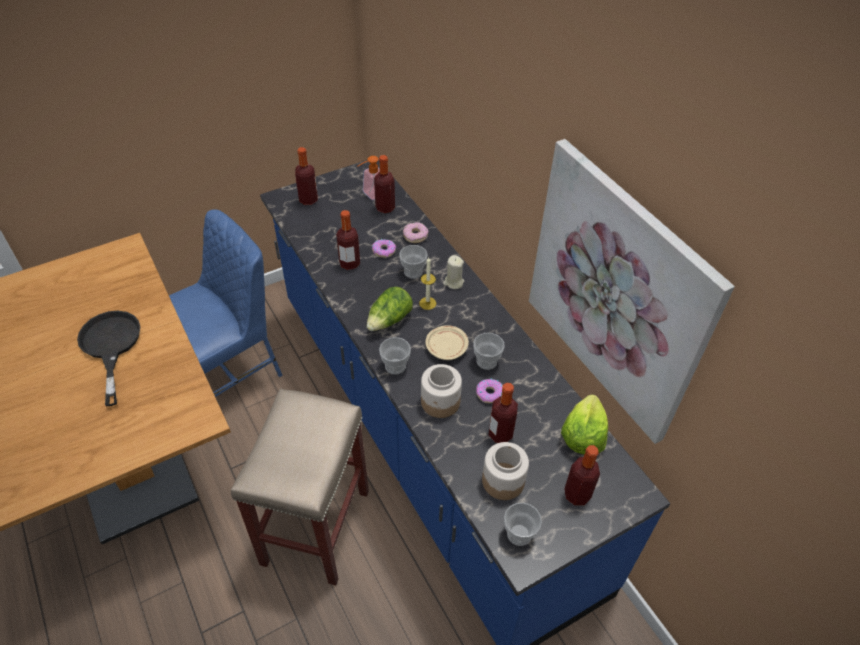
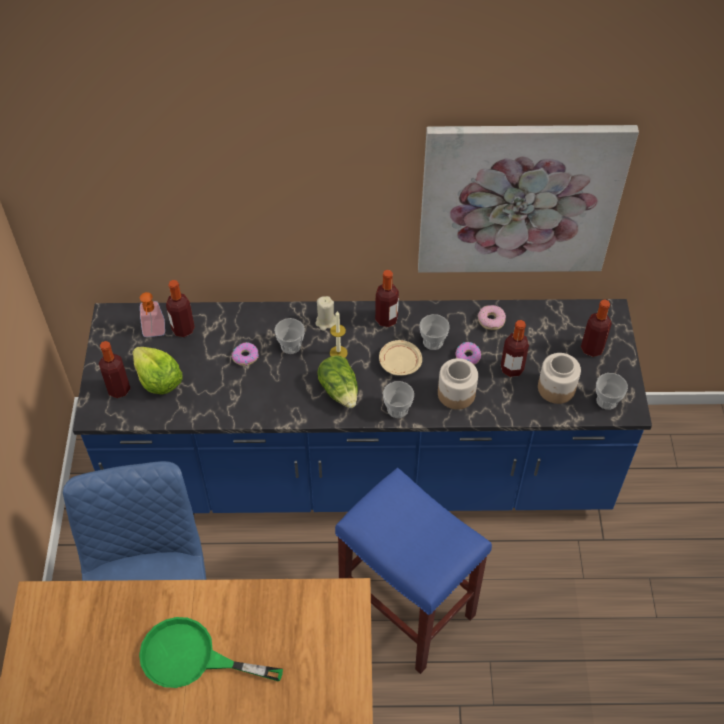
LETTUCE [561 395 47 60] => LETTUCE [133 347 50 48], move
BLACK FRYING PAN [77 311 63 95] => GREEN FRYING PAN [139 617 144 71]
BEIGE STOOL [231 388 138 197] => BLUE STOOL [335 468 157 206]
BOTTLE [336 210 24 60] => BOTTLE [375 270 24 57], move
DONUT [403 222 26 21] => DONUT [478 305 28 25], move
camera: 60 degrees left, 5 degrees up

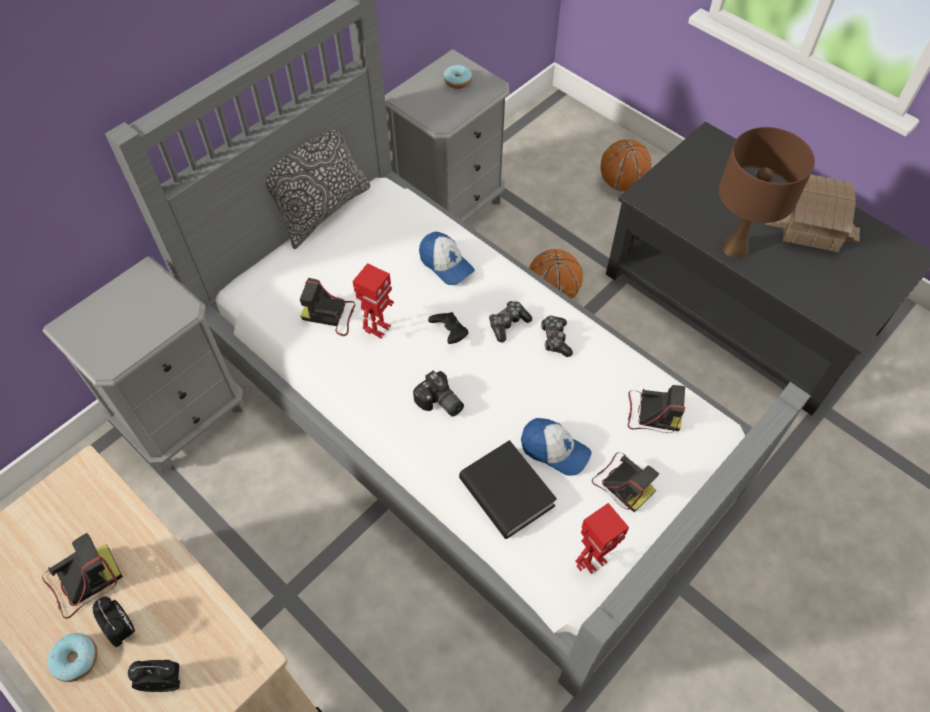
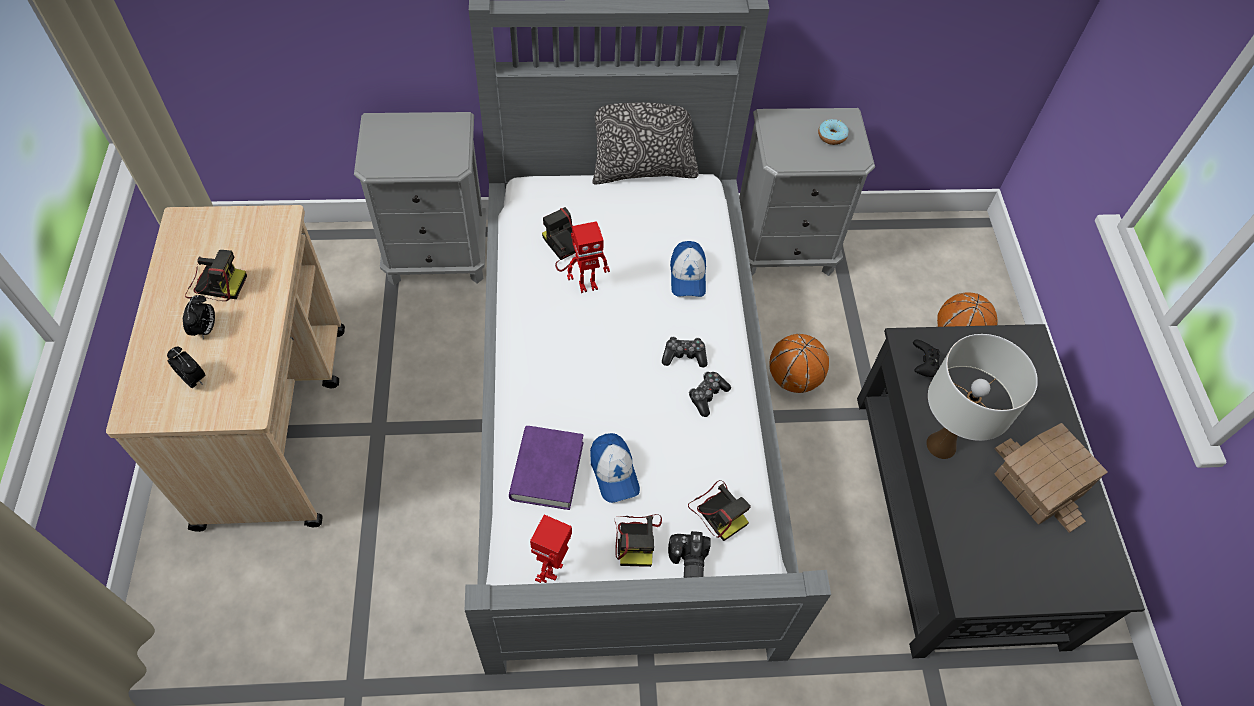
BLACK BOOK [459 440 98 99] => PURPLE BOOK [509 426 74 84]
TOY ROBOT [575 503 54 71] => TOY ROBOT [530 514 42 69], 105 degrees clockwise
PHOTO CAMERA [413 370 51 47] => PHOTO CAMERA [668 531 43 47], move
BLACK GAME CONTROLLER [428 312 40 32] => BLACK GAME CONTROLLER [913 340 27 37], move
BROWN TABLE LAMP [719 127 96 132] => WHITE TABLE LAMP [926 334 112 125]
DONUT [47 633 51 49] => nothing
camera: 40 degrees right, 0 degrees up

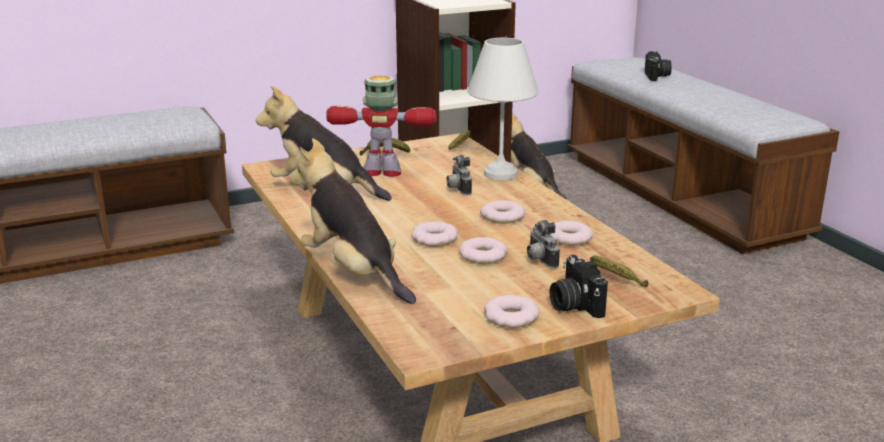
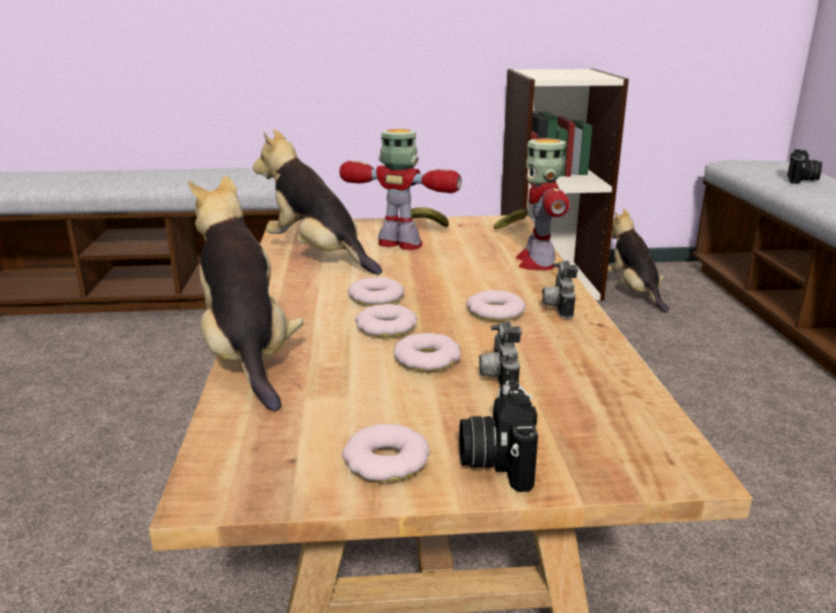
DONUT [551 221 42 25] => DONUT [348 277 56 29], move
WHITE TABLE LAMP [468 38 70 142] => TOY ROBOT [516 138 54 132]
PHOTO CAMERA [446 155 26 40] => PHOTO CAMERA [542 261 36 58], move
BANANA [590 255 58 32] => nothing
camera: 20 degrees right, 0 degrees up

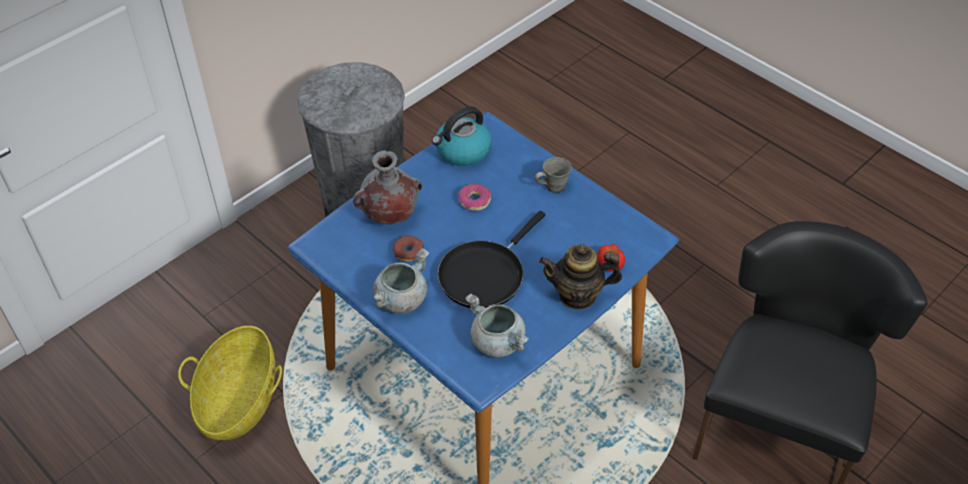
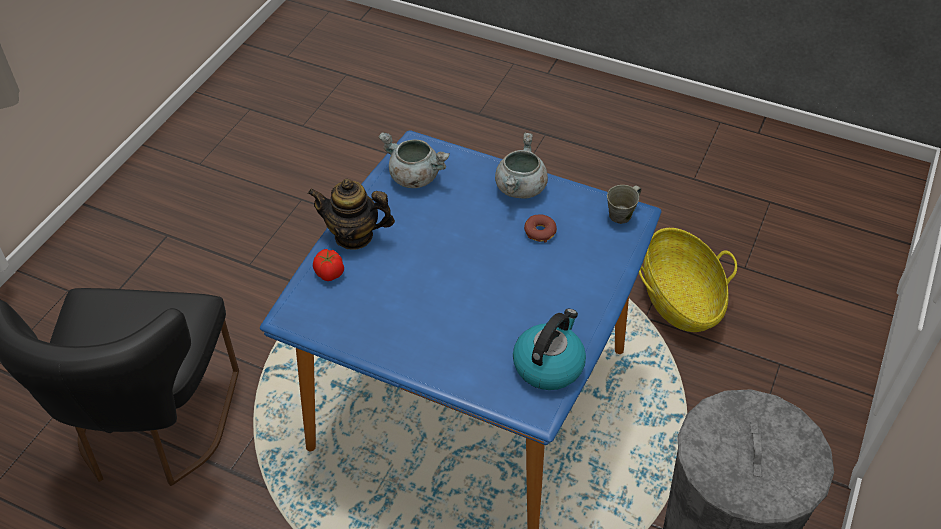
TEAPOT [539 244 83 66] => TEAPOT [308 178 87 72], 150 degrees counterclockwise
GREY MUG [535 157 37 36] => GREY MUG [607 185 34 39], move
GREY VASE [353 150 70 74] => nothing
BLACK FRYING PAN [438 211 107 97] => nothing
DONUT [458 183 33 28] => nothing
camera: 160 degrees right, 0 degrees up

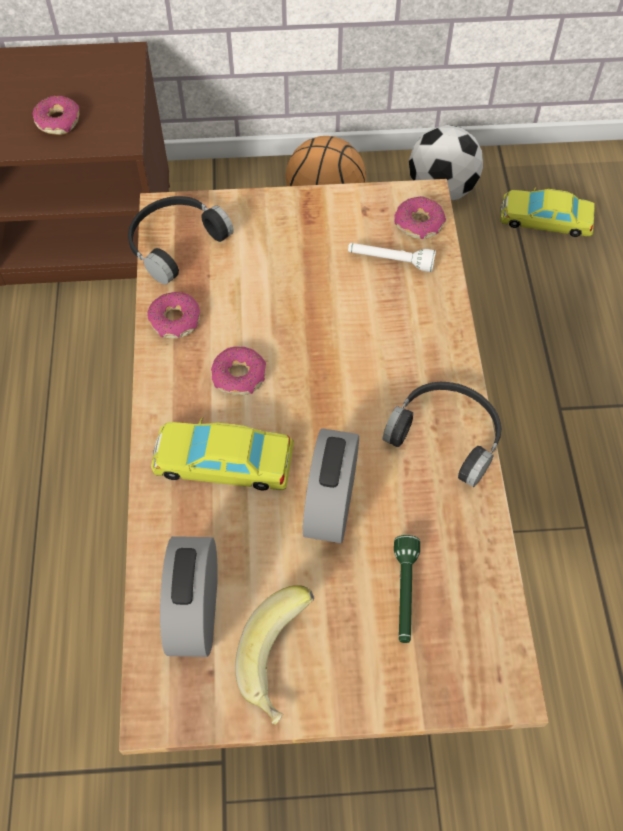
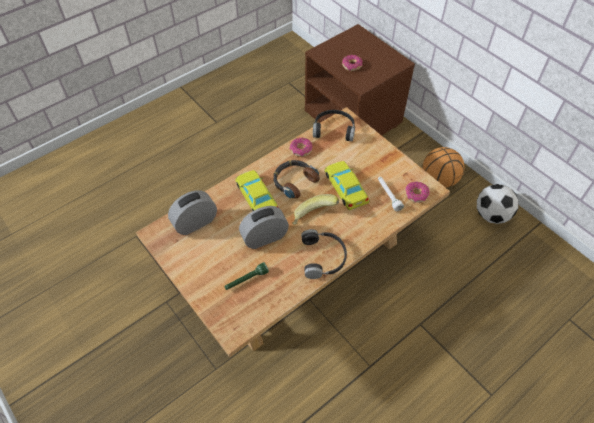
DONUT [211 347 55 49] => HEADPHONES [273 160 47 38]
BANANA [235 585 79 140] => BANANA [293 194 46 30], move
YELLOW TOY CAR [500 187 95 50] => YELLOW TOY CAR [324 161 46 49], move
camera: 55 degrees right, 5 degrees down

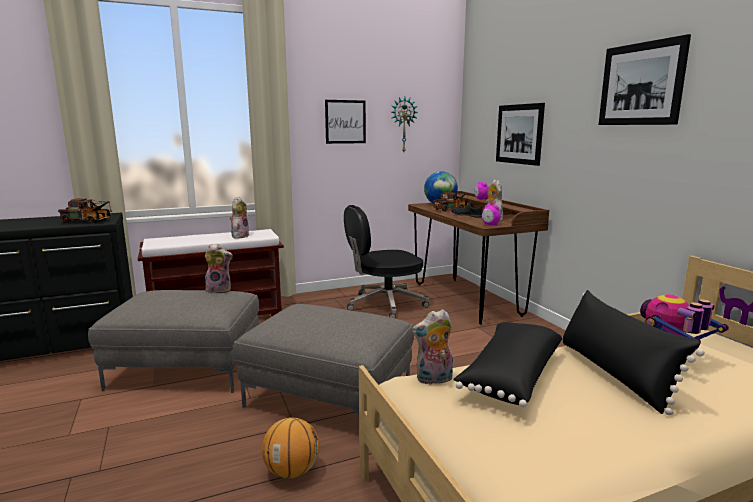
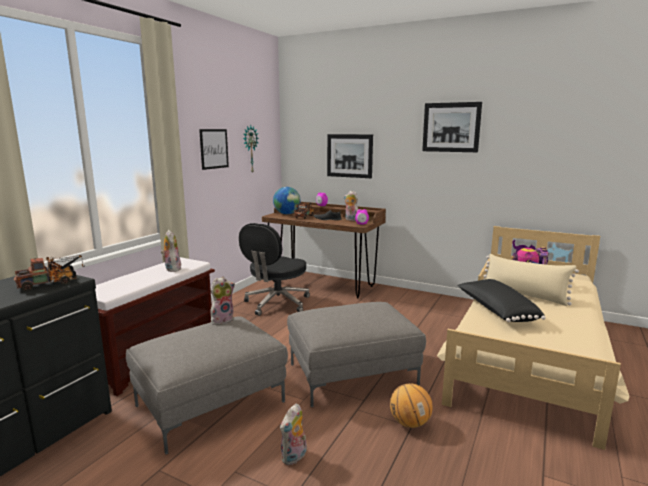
PLUSH TOY [412 309 41 76] => PLUSH TOY [280 404 26 61], move
BLACK PILLOW [562 290 143 125] => BEIGE PILLOW [483 254 96 52]
camera: 40 degrees left, 0 degrees up

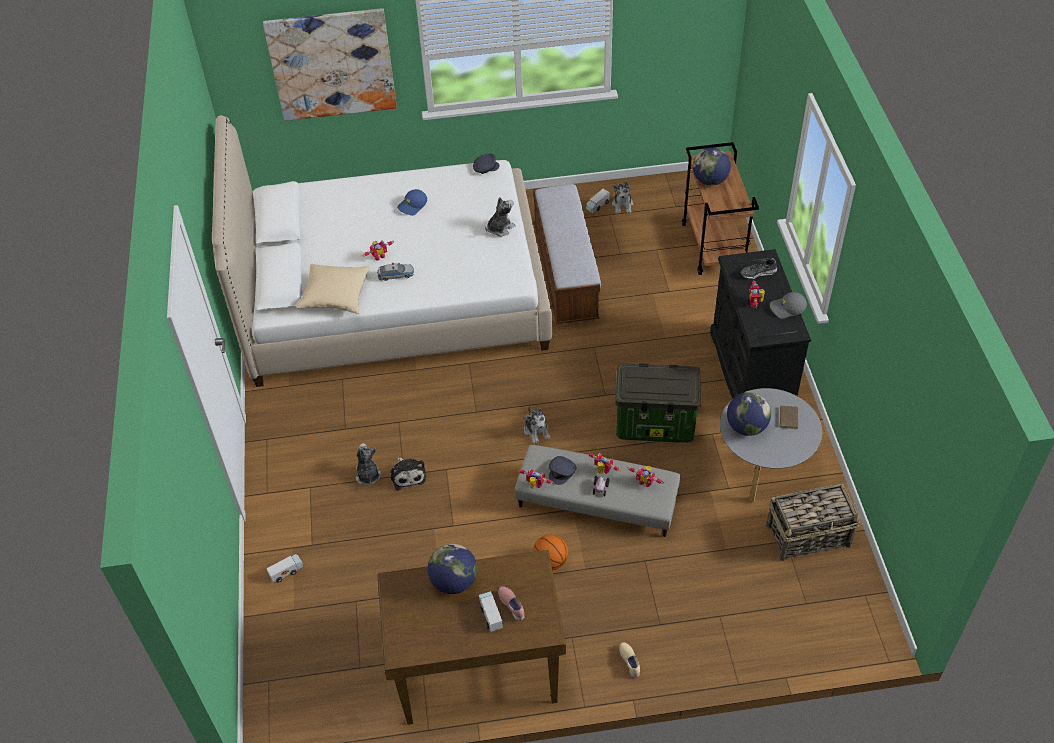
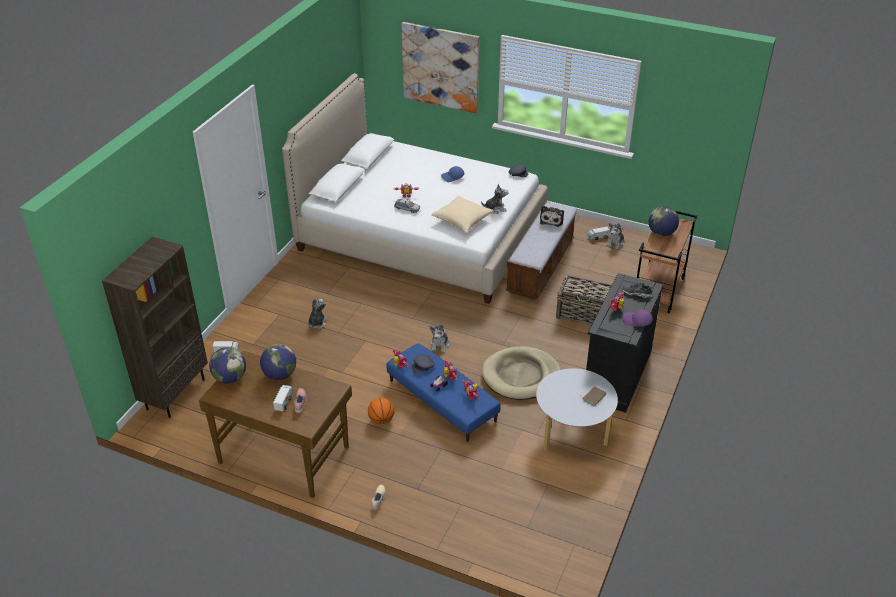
nothing => BROWN BOOKCASE [102 237 106 181]
GLOBE [727 392 44 44] => GLOBE [209 347 37 37], move
GREY OTTOMAN [515 445 166 92] => BLUE OTTOMAN [386 343 115 99]
BEIGE PILLOW [297 264 73 50] => BEIGE PILLOW [431 196 63 37], move
STORAGE BOX [615 363 86 80] => BEIGE DOG BED [482 346 79 54]
PLUSH TOY [390 457 36 33] => PLUSH TOY [540 206 24 21], move
BASKET [766 484 94 77] => BASKET [556 275 56 50], move
GREY CAP [770 292 37 27] => PURPLE CAP [623 310 30 17]
camera: 30 degrees right, 10 degrees down

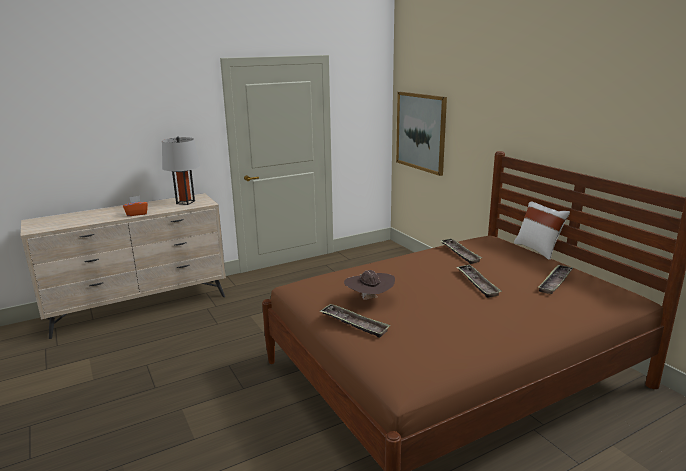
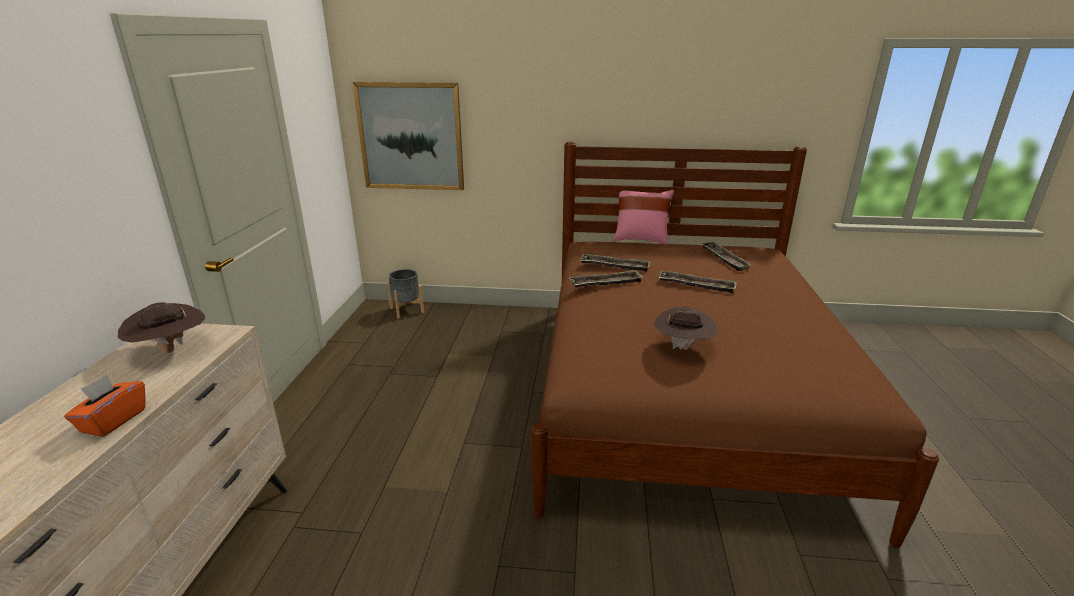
GREY TABLE LAMP [162 137 38 68] => BROWN HAT [118 302 87 51]
nothing => GREY PLANTER [387 269 37 50]
TRAY [320 304 71 34] => TRAY [569 270 74 17], move
WHITE PILLOW [514 201 56 59] => PINK PILLOW [613 190 61 54]
camera: 55 degrees left, 5 degrees up

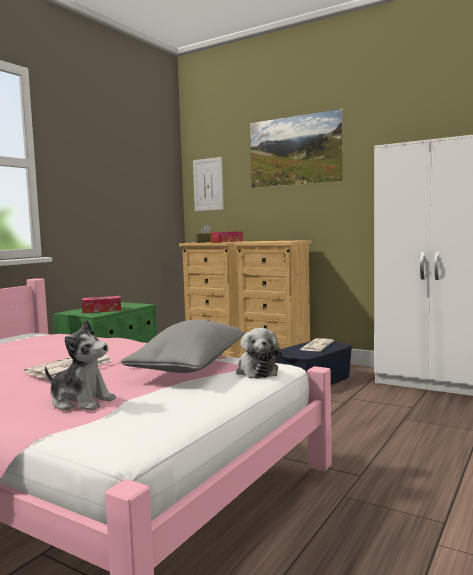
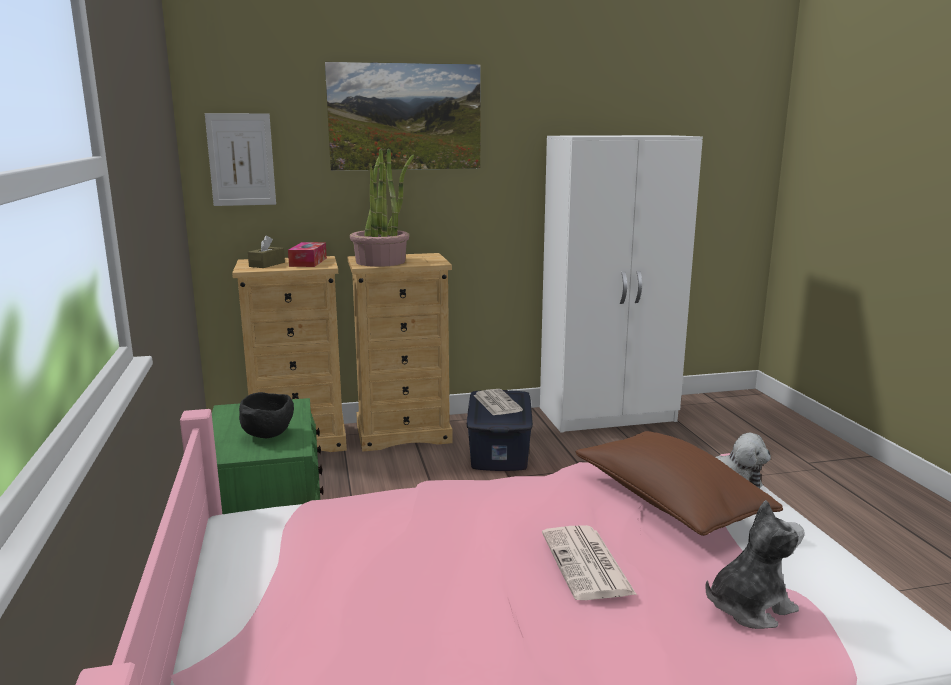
TISSUE BOX [82 296 39 17] => BLACK BOWL [239 392 55 46]
nothing => POTTED PLANT [350 148 64 119]
GREY PILLOW [121 319 124 54] => BROWN PILLOW [576 431 207 105]
camera: 45 degrees left, 10 degrees up

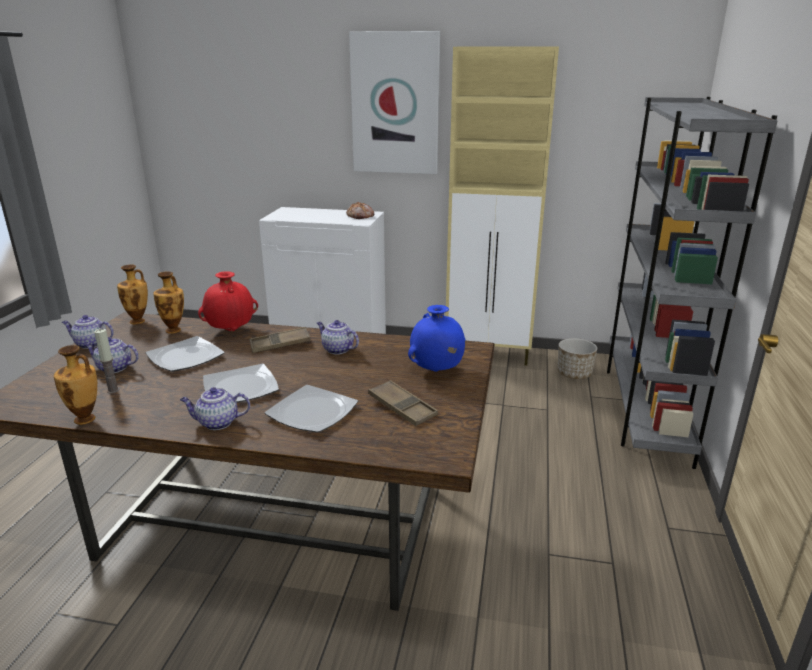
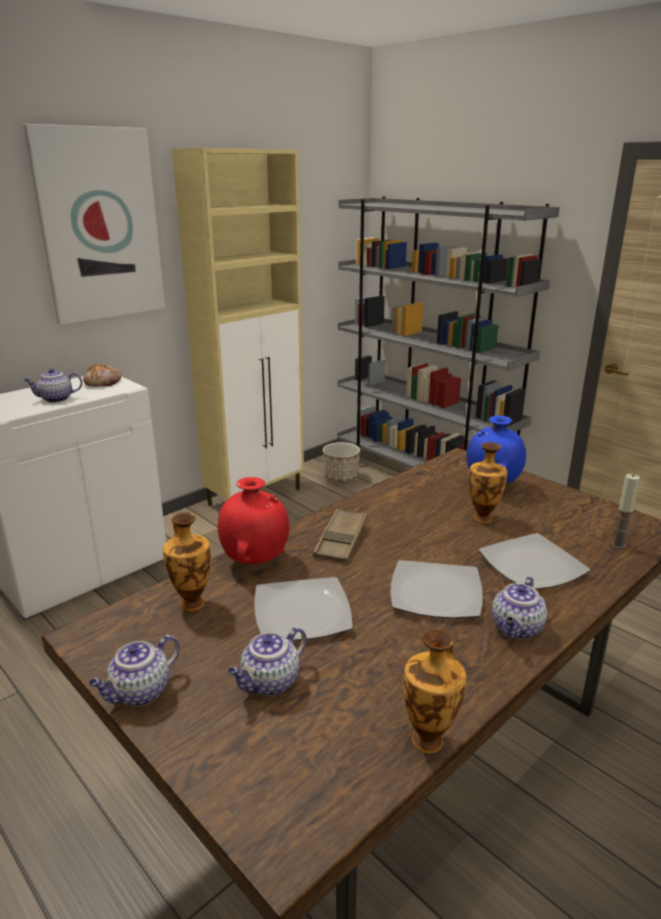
TEAPOT [317 320 42 35] => TEAPOT [24 368 59 35], move
VASE [117 264 31 60] => VASE [469 442 39 81], move
CANDLE [94 329 26 65] => CANDLE [611 474 29 75], move
BROWN TRAY [368 380 70 46] => nothing
camera: 55 degrees left, 0 degrees up

